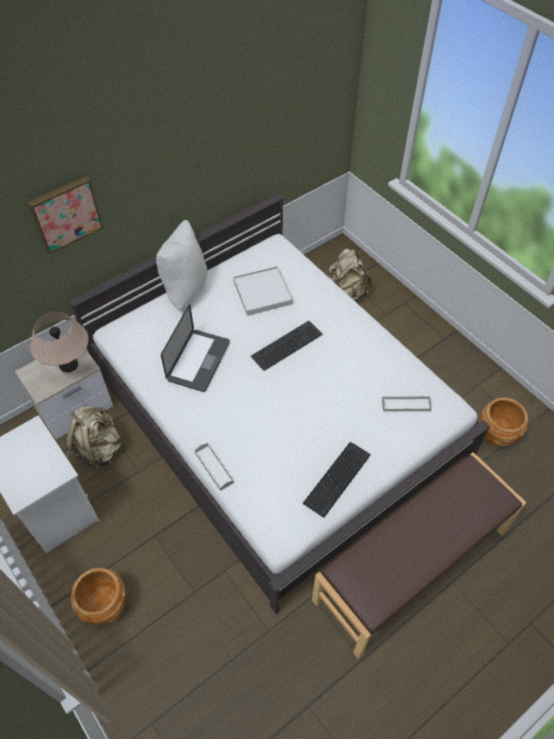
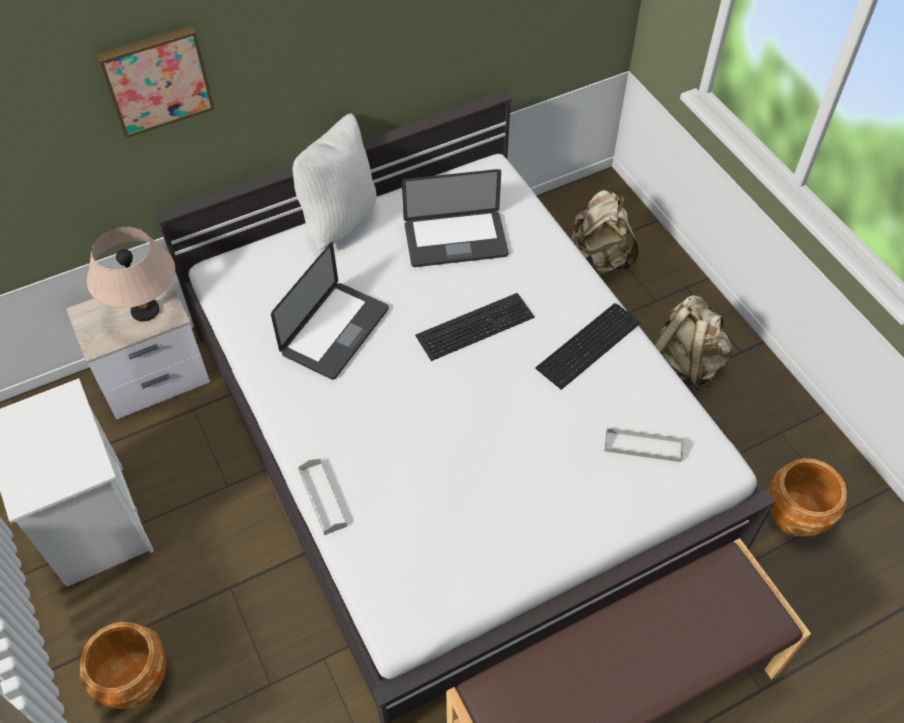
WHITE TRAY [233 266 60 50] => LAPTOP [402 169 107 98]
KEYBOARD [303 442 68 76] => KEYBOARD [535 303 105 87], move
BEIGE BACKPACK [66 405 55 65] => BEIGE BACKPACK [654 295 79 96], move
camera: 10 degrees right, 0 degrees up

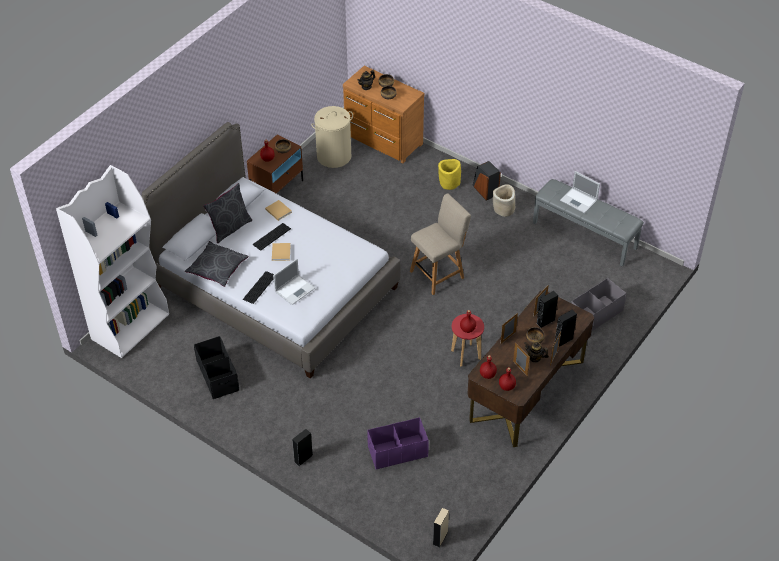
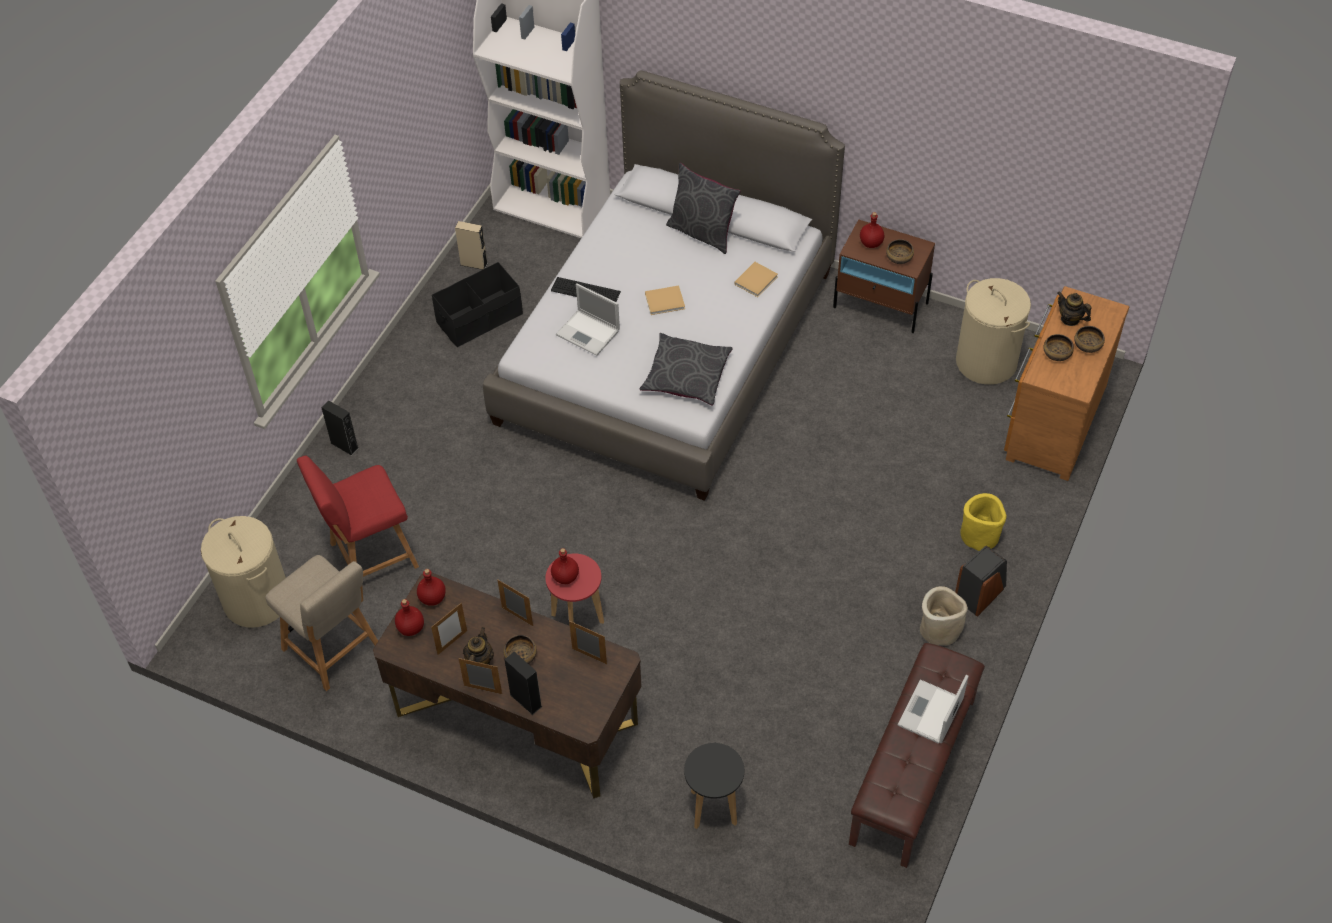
nothing => BEIGE LAUNDRY BASKET [201 516 85 112]
BEIGE CHAIR [410 193 61 102] => BEIGE CHAIR [265 555 113 136], move
PURPLE STORAGE BOX [368 417 61 52] => RED CHAIR [297 456 122 121]
BEIGE SPEAKER [433 508 16 40] => BEIGE SPEAKER [455 221 33 49], move
GREY PILLOW [185 241 64 46] => GREY PILLOW [639 333 94 72], move
GREY STORAGE BOX [571 278 55 54] => BLACK STOOL [684 743 60 86]
GREY BENCH [533 179 111 88] => BROWN BENCH [849 643 136 225]
KEYBOARD [253 223 38 28] => nothing
BLACK SPEAKER [536 291 22 37] => nothing
camera: 80 degrees right, 5 degrees up

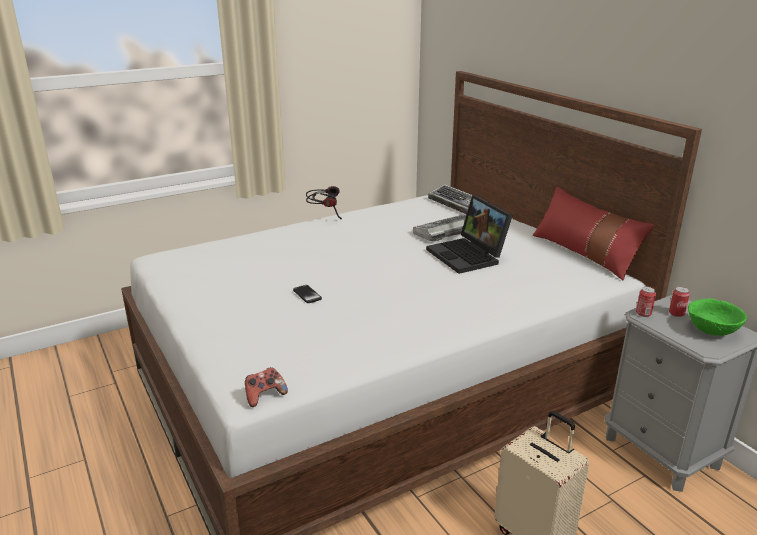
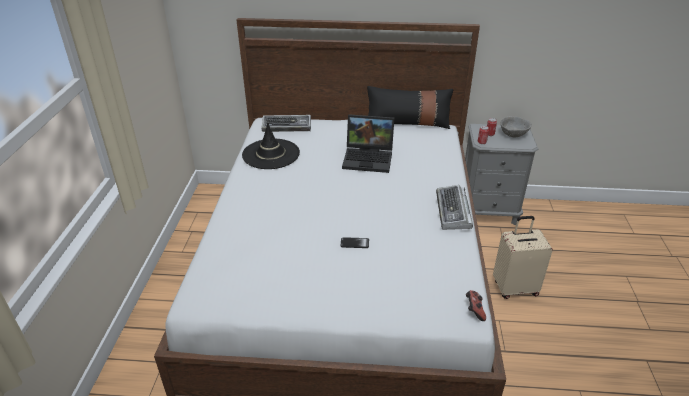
nothing => BLACK HAT [242 123 58 46]
RED PILLOW [533 187 121 94] => BLACK PILLOW [367 86 86 43]
KEYBOARD [413 214 53 28] => KEYBOARD [436 185 37 45], move
GREEN BOWL [688 298 59 38] => GREY BOWL [500 116 32 21]
HEADPHONES [306 186 36 33] => nothing
camera: 55 degrees left, 10 degrees up

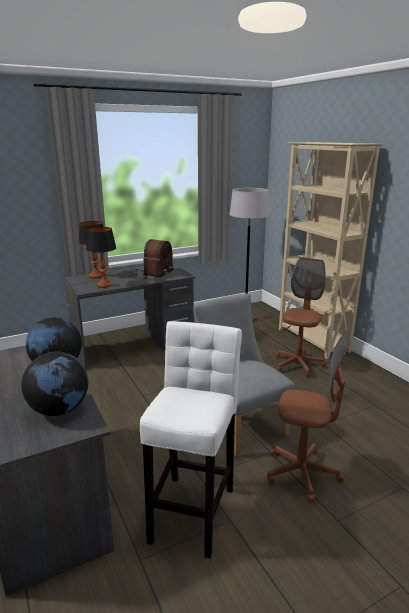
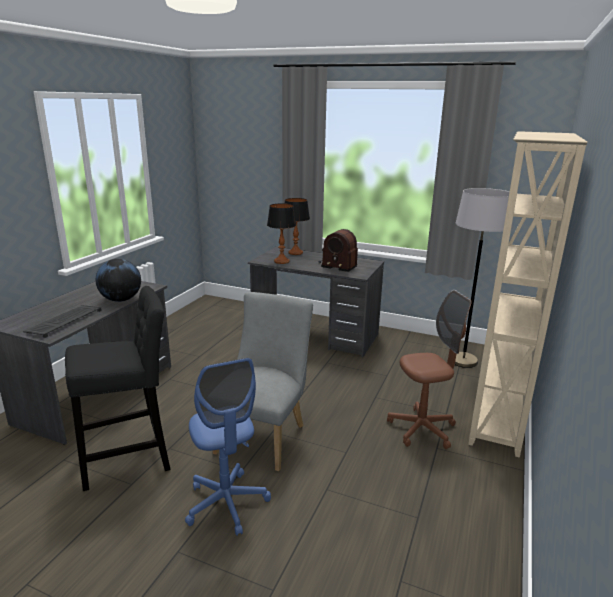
GLOBE [22 351 66 65] => KEYBOARD [23 305 79 33]
WHITE STOOL [140 321 102 237] => BLACK STOOL [65 286 106 205]
BROWN OFFICE CHAIR [267 330 83 173] => BLUE OFFICE CHAIR [185 358 86 178]
RADIO [128 239 46 40] => RADIO [319 229 39 43], 45 degrees clockwise
camera: 50 degrees right, 0 degrees up

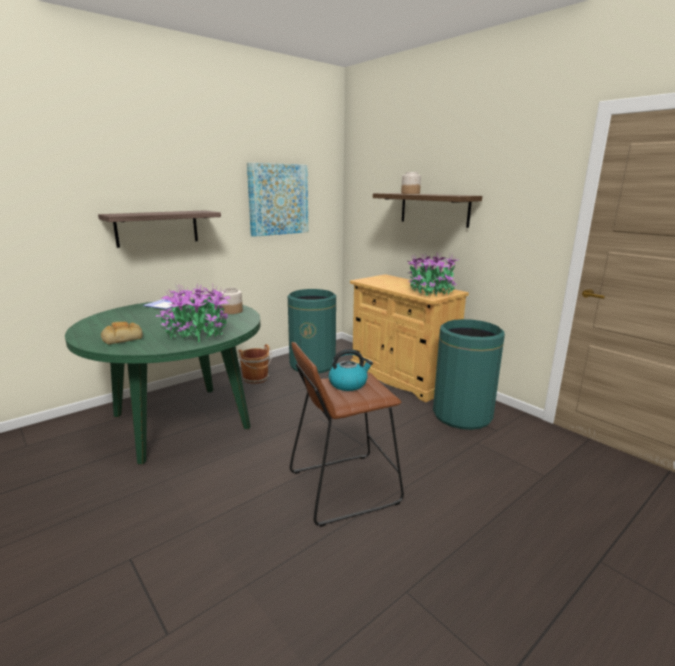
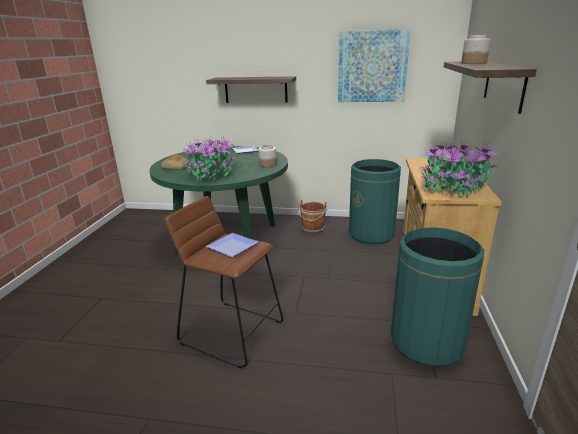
KETTLE [329 349 44 42] => PLATE [206 233 52 24]
camera: 50 degrees right, 5 degrees up

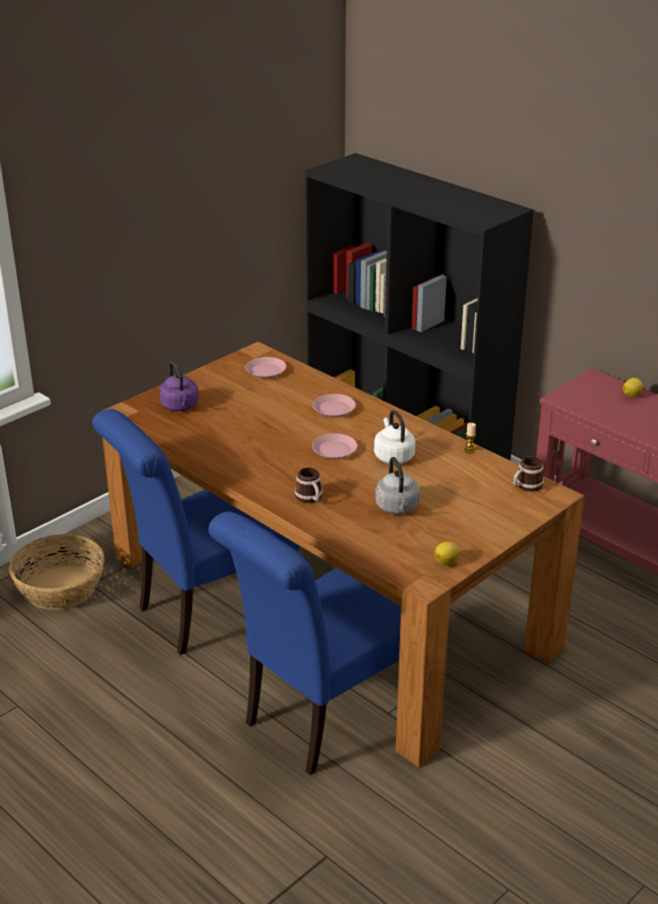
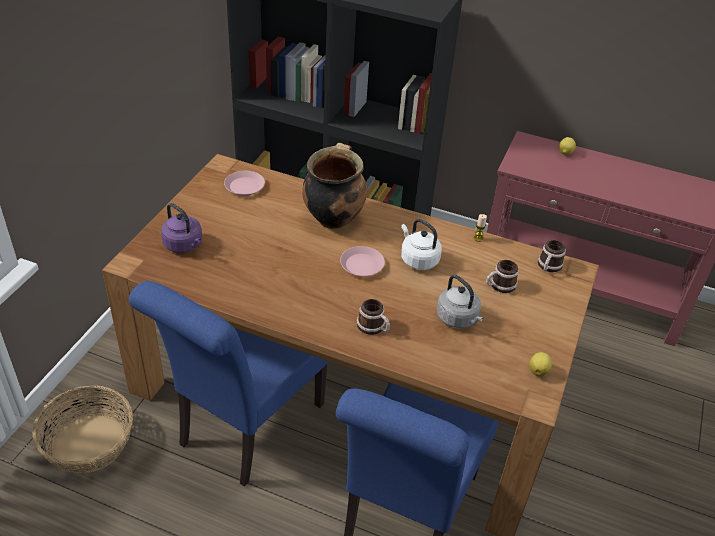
PINK PLATE [313 394 43 24] => COOKING POT [302 143 65 86]
nothing => MUG [486 260 33 33]
camera: 25 degrees left, 10 degrees up

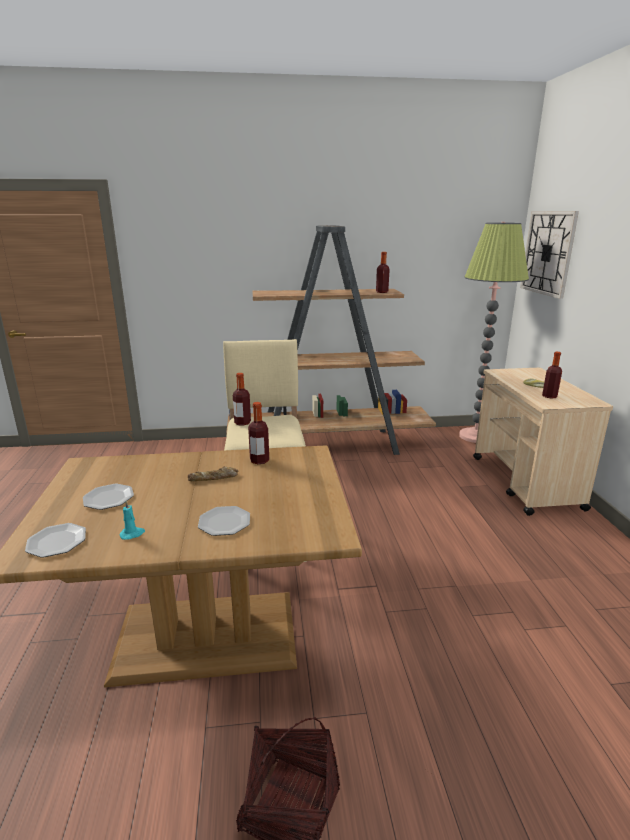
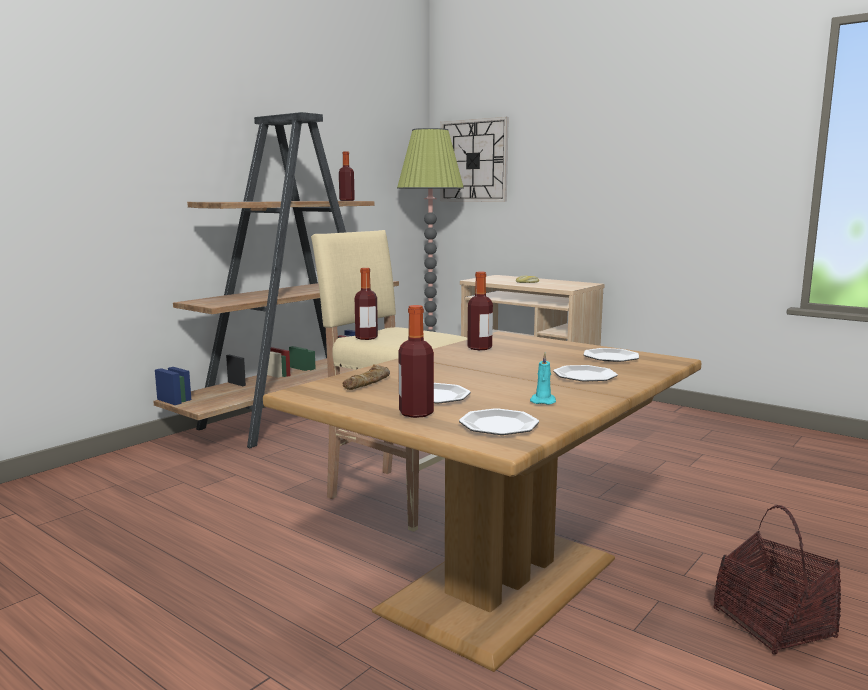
BREAD [188 466 50 15] => BREAD [343 364 47 26], move
BOTTLE [542 352 20 47] => BOTTLE [398 305 36 113], move
nothing => PLATE [584 348 55 14]
camera: 45 degrees left, 10 degrees down

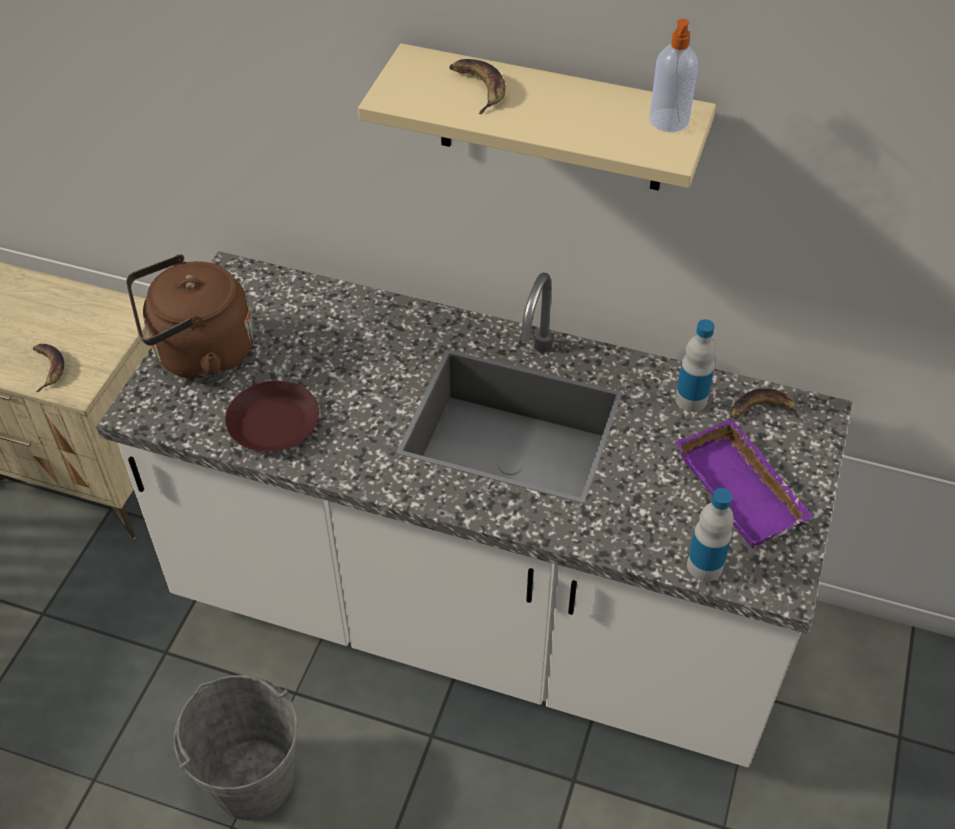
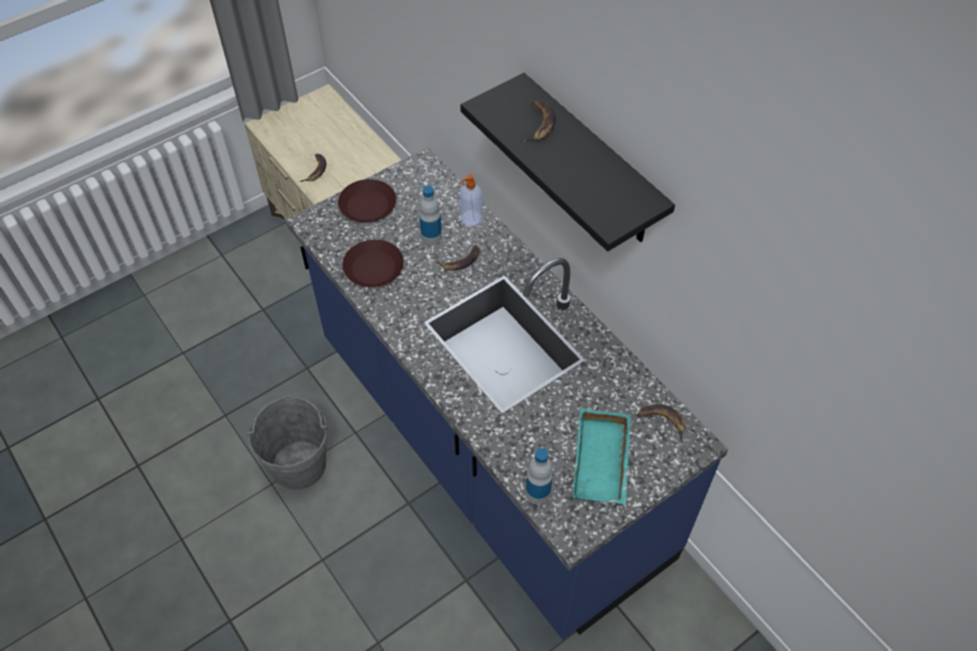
WHITE COUNTER [96 251 756 517] => BLUE COUNTER [285 147 443 493]
BROWN KETTLE [126 255 127 124] => BROWN PLATE [338 179 58 44]
BOTTLE [675 319 41 93] => BOTTLE [419 185 23 60], move
nothing => BANANA [435 245 45 26]
BEIGE SHELF [358 43 358 148] => BLACK SHELF [460 73 215 179]
SOAP DISPENSER [649 19 49 113] => SOAP DISPENSER [460 174 22 52], move
PURPLE TRAY [675 418 139 130] => TURQUOISE TRAY [573 408 58 97]
camera: 35 degrees right, 5 degrees up

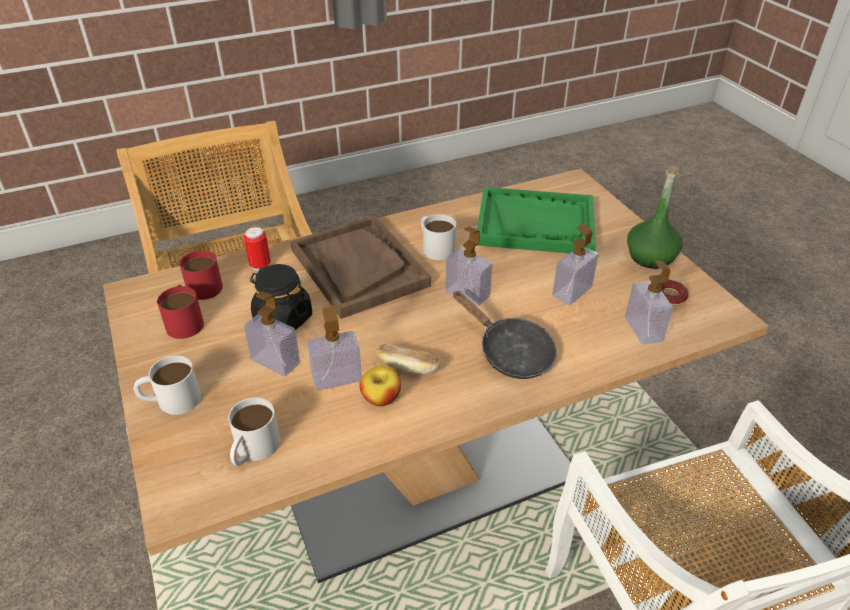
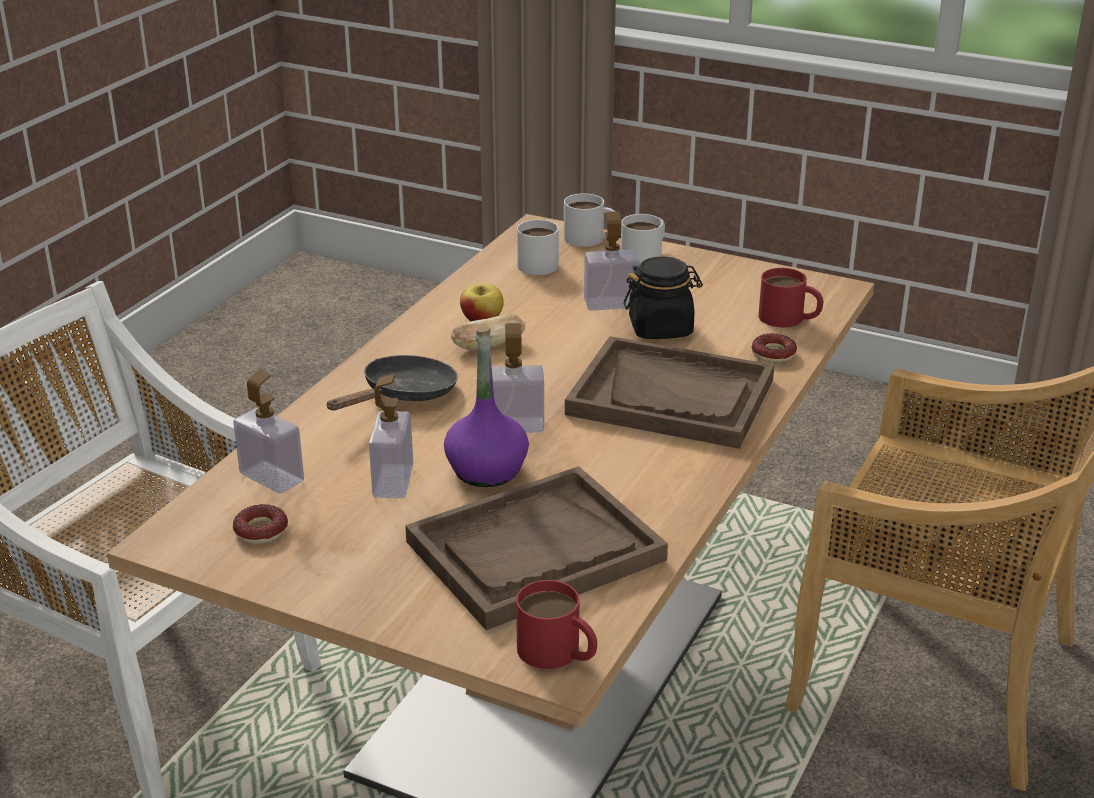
BLACK FRYING PAN [453 291 104 88] => BLACK FRYING PAN [326 355 132 56], 120 degrees clockwise
GREEN TRAY [477 187 119 66] => BROWN TRAY [405 466 263 164]
nothing => PURPLE BOTTLE [444 327 85 160]
RED MUG [157 285 47 54] => RED MUG [516 580 81 89], move
WHITE MUG [421 214 35 46] => WHITE MUG [564 193 51 54], move
CAN [243 227 28 44] => DONUT [752 333 45 30]
SOAP DISPENSER [307 307 55 83] => nothing
GREEN BOTTLE [627 166 56 103] => nothing
camera: 140 degrees right, 10 degrees down

